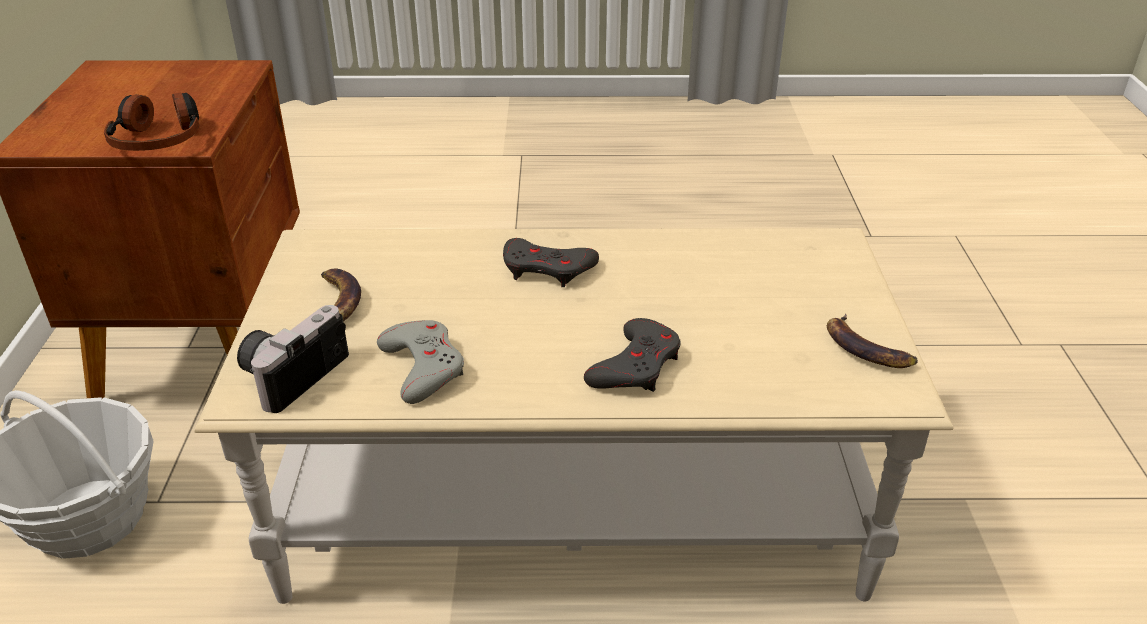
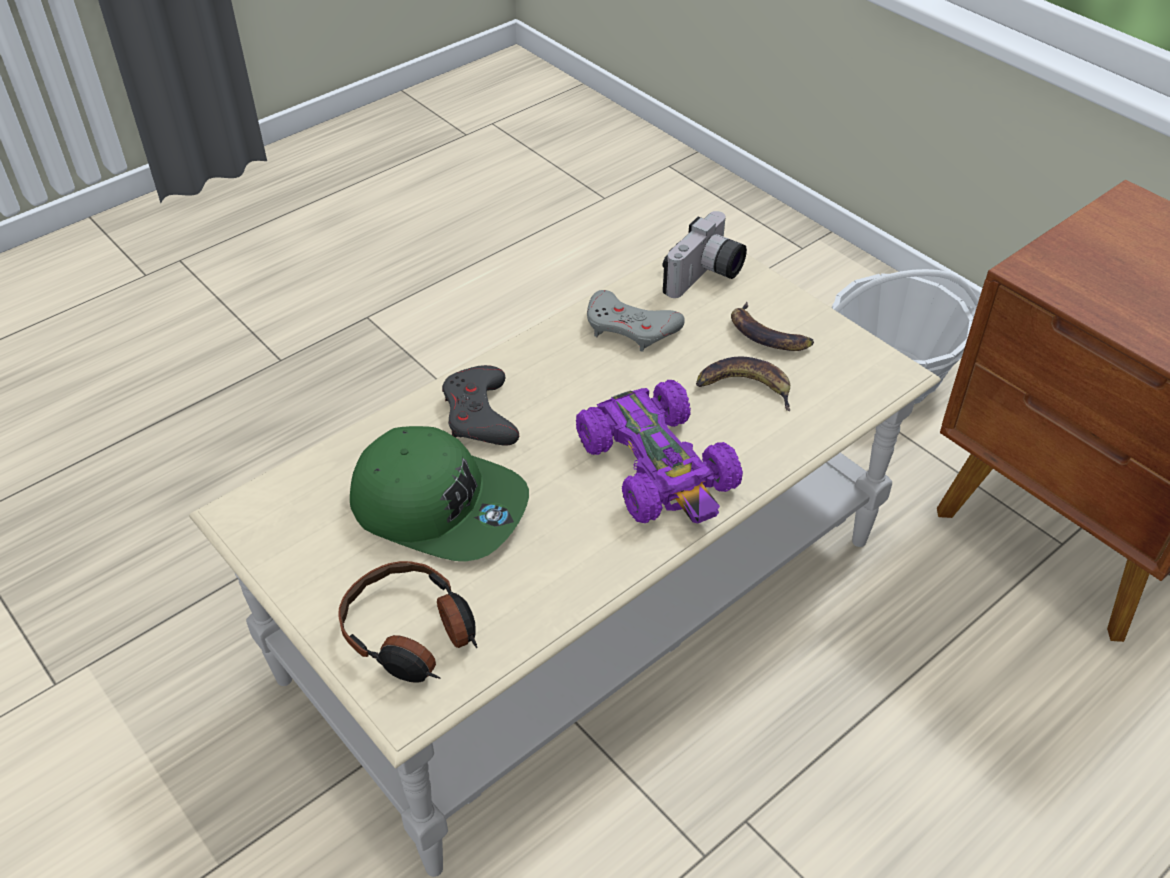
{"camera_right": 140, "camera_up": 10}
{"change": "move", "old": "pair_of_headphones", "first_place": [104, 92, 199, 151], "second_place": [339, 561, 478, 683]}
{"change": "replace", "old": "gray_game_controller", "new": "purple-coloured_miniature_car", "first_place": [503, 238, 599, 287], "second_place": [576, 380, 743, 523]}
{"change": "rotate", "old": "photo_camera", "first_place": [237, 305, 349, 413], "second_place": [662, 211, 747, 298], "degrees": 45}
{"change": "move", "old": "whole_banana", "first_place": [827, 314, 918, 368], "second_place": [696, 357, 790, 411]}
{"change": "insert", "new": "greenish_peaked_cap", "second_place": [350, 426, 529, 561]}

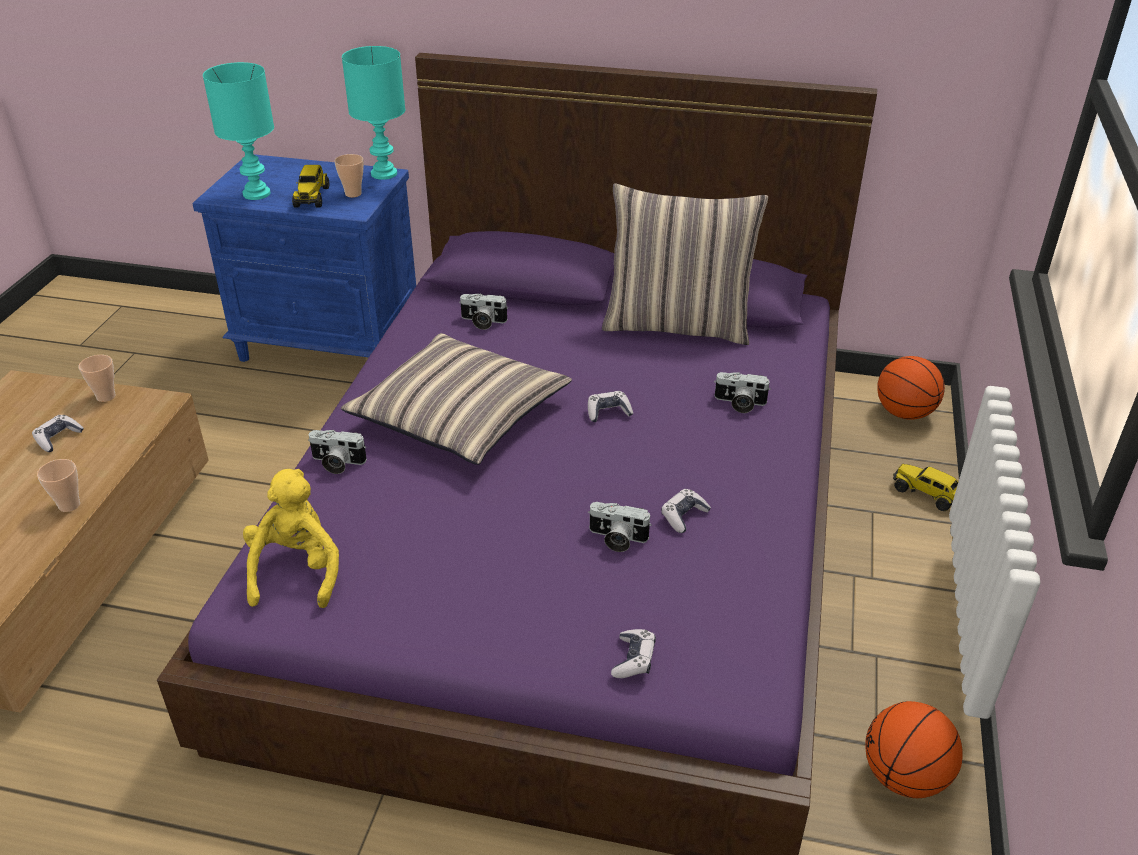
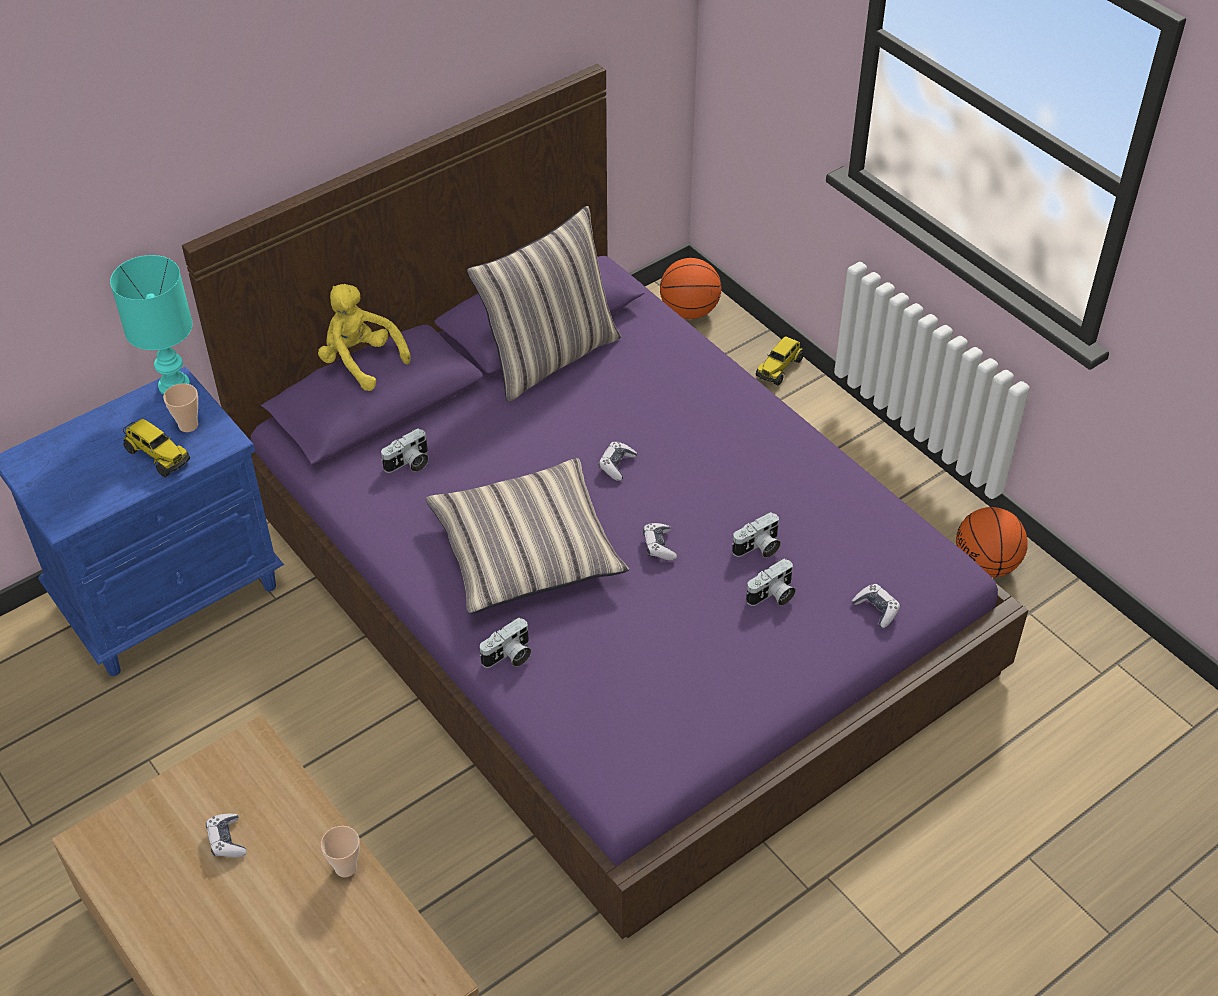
{"camera_right": -50, "camera_up": 10}
{"change": "delete", "old": "turquoise-coloured_table_lamp", "first_place": [203, 62, 274, 200]}
{"change": "delete", "old": "small_cup", "first_place": [79, 355, 115, 402]}
{"change": "move", "old": "photo_camera", "first_place": [714, 372, 771, 413], "second_place": [746, 558, 796, 606]}
{"change": "rotate", "old": "model_truck", "first_place": [893, 464, 958, 511], "second_place": [756, 336, 804, 385], "degrees": -45}
{"change": "move", "old": "yellowish_plush_toy", "first_place": [243, 469, 339, 608], "second_place": [318, 284, 411, 391]}
{"change": "move", "old": "game_controller", "first_place": [661, 489, 711, 533], "second_place": [643, 523, 677, 560]}

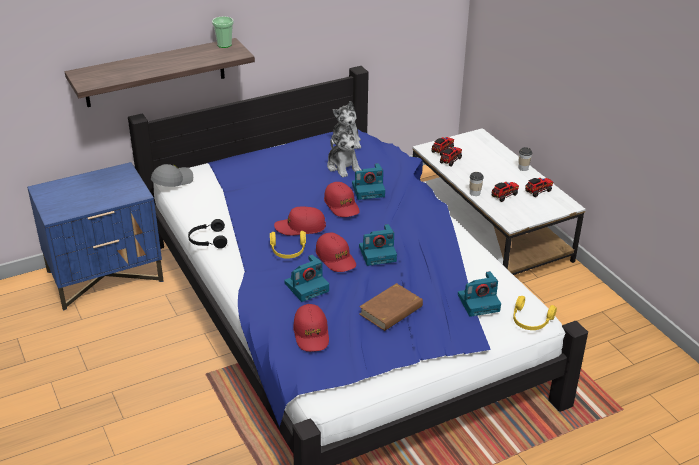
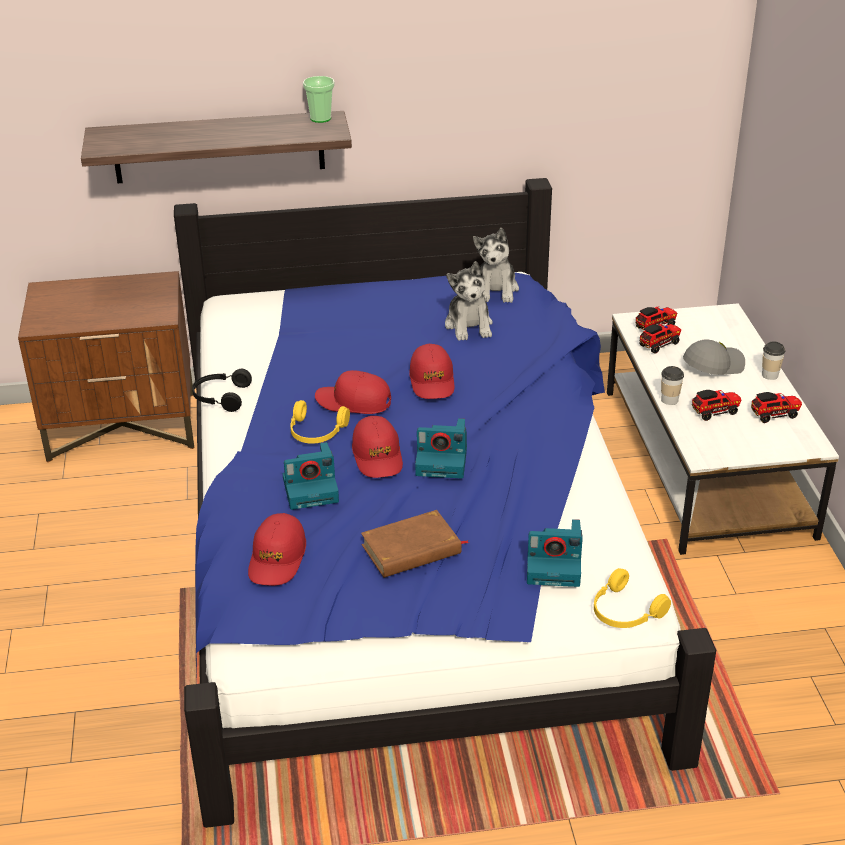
{"camera_right": 20, "camera_up": 0}
{"change": "recolor", "old": "blue_bedside_table", "new": "brownish_bedside_table", "first_place": [27, 162, 164, 311], "second_place": [18, 271, 194, 462]}
{"change": "delete", "old": "photo_camera", "first_place": [352, 163, 385, 200]}
{"change": "move", "old": "gray_peaked_cap", "first_place": [151, 164, 193, 187], "second_place": [683, 339, 745, 375]}

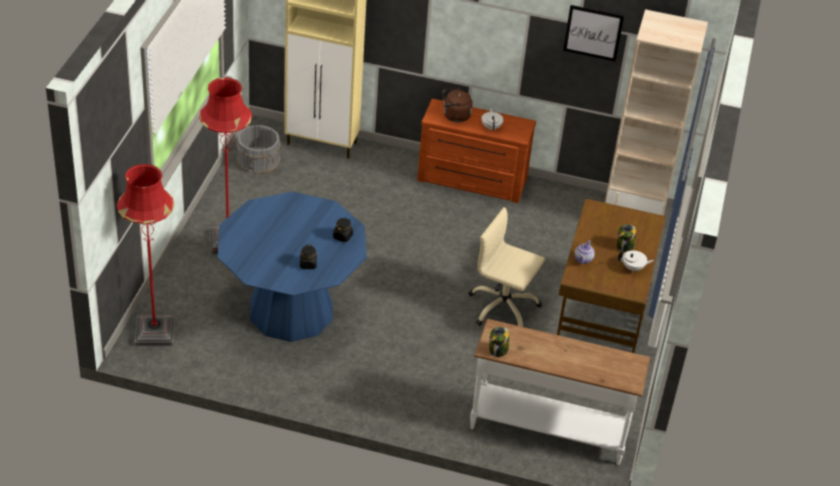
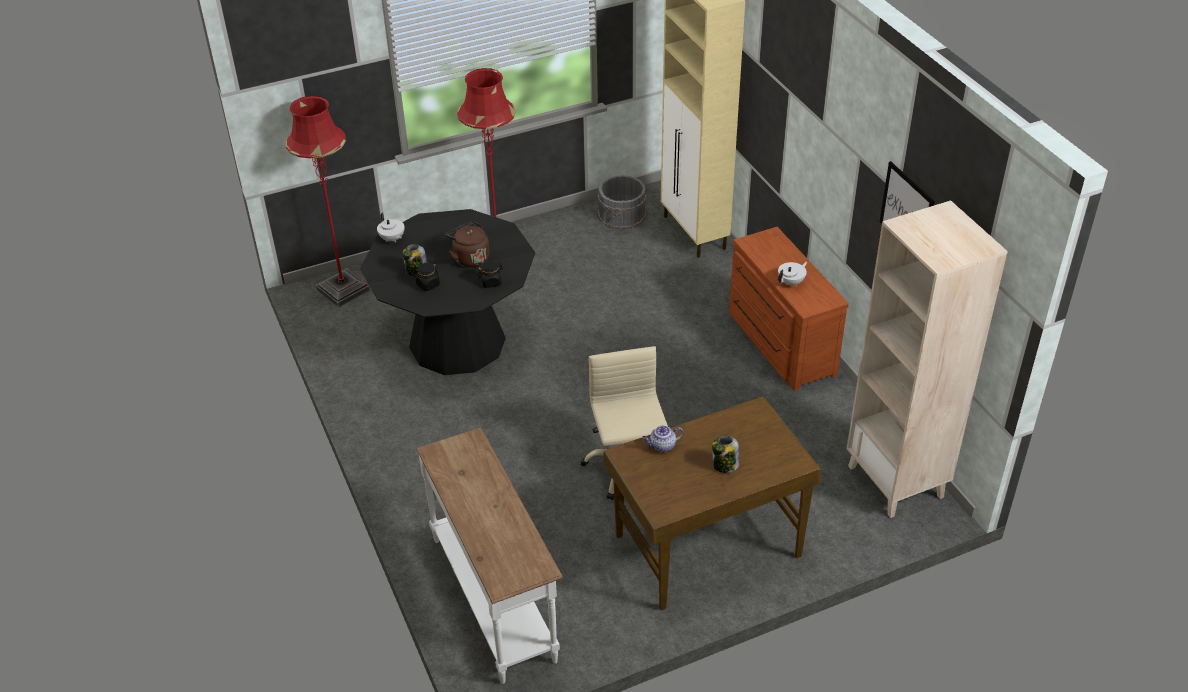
{"camera_right": 55, "camera_up": 0}
{"change": "move", "old": "brownish_tea_kettle", "first_place": [443, 88, 473, 122], "second_place": [445, 221, 490, 267]}
{"change": "recolor", "old": "blue_dinner_table", "new": "blackish_dinner_table", "first_place": [218, 192, 367, 342], "second_place": [360, 209, 535, 375]}
{"change": "move", "old": "white_teapot", "first_place": [618, 250, 654, 272], "second_place": [377, 213, 405, 243]}
{"change": "move", "old": "storage_jar", "first_place": [490, 327, 509, 357], "second_place": [403, 244, 427, 277]}

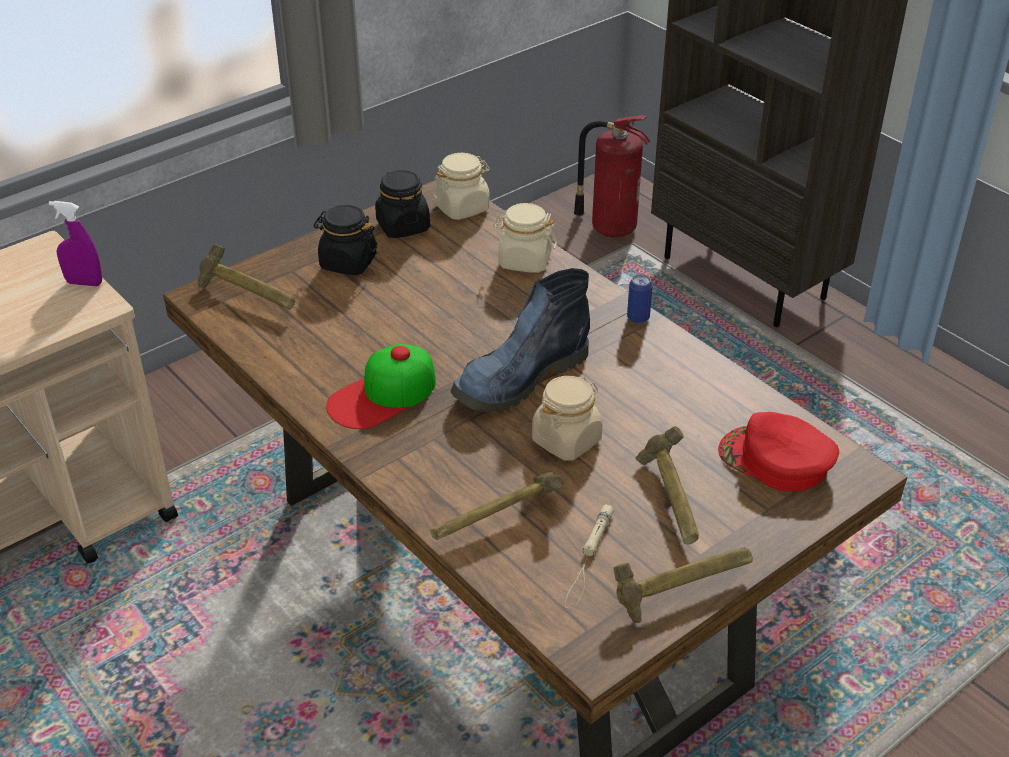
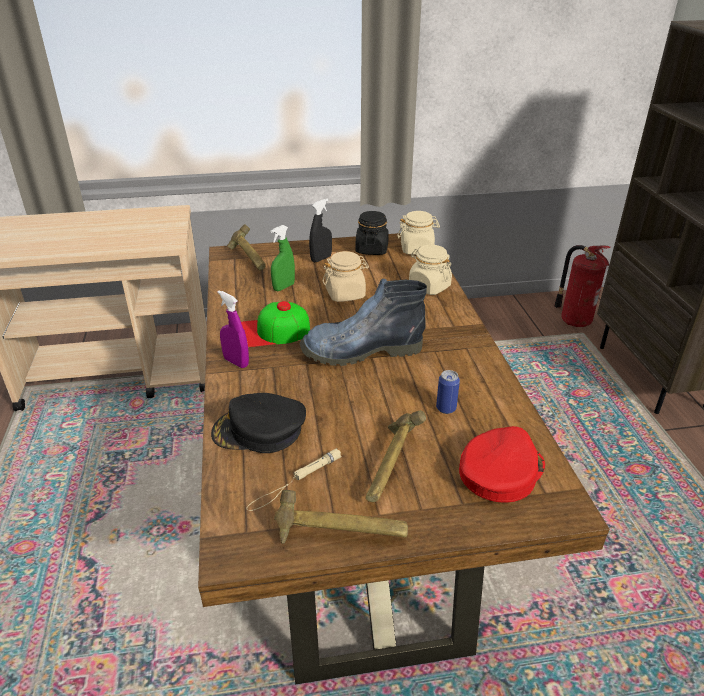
{"camera_right": 30, "camera_up": -5}
{"change": "move", "old": "purple-coloured_sprayer", "first_place": [49, 201, 102, 286], "second_place": [218, 290, 249, 368]}
{"change": "replace", "old": "blackish_storage_jar", "new": "blackish_sprayer", "first_place": [313, 205, 378, 275], "second_place": [309, 199, 332, 262]}
{"change": "move", "old": "can", "first_place": [627, 274, 653, 324], "second_place": [436, 370, 460, 414]}
{"change": "move", "old": "beige-coloured_storage_jar", "first_place": [532, 376, 602, 460], "second_place": [323, 251, 369, 302]}
{"change": "rotate", "old": "reddish_peaked_cap", "first_place": [718, 412, 839, 491], "second_place": [459, 426, 545, 503], "degrees": 75}
{"change": "replace", "old": "tool_hammer", "new": "blackish_peaked_cap", "first_place": [430, 472, 564, 540], "second_place": [211, 393, 306, 453]}
{"change": "insert", "new": "greenish_sprayer", "second_place": [271, 225, 295, 291]}

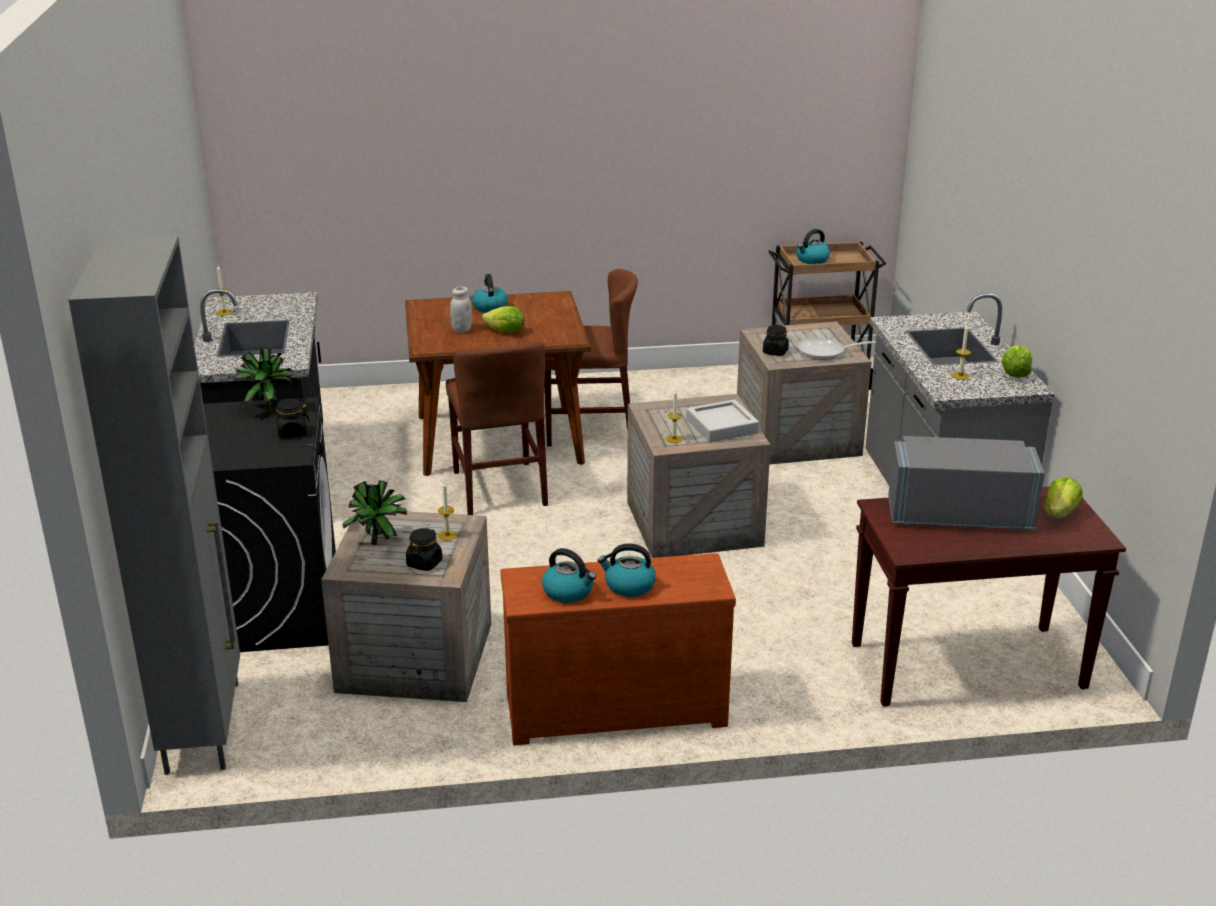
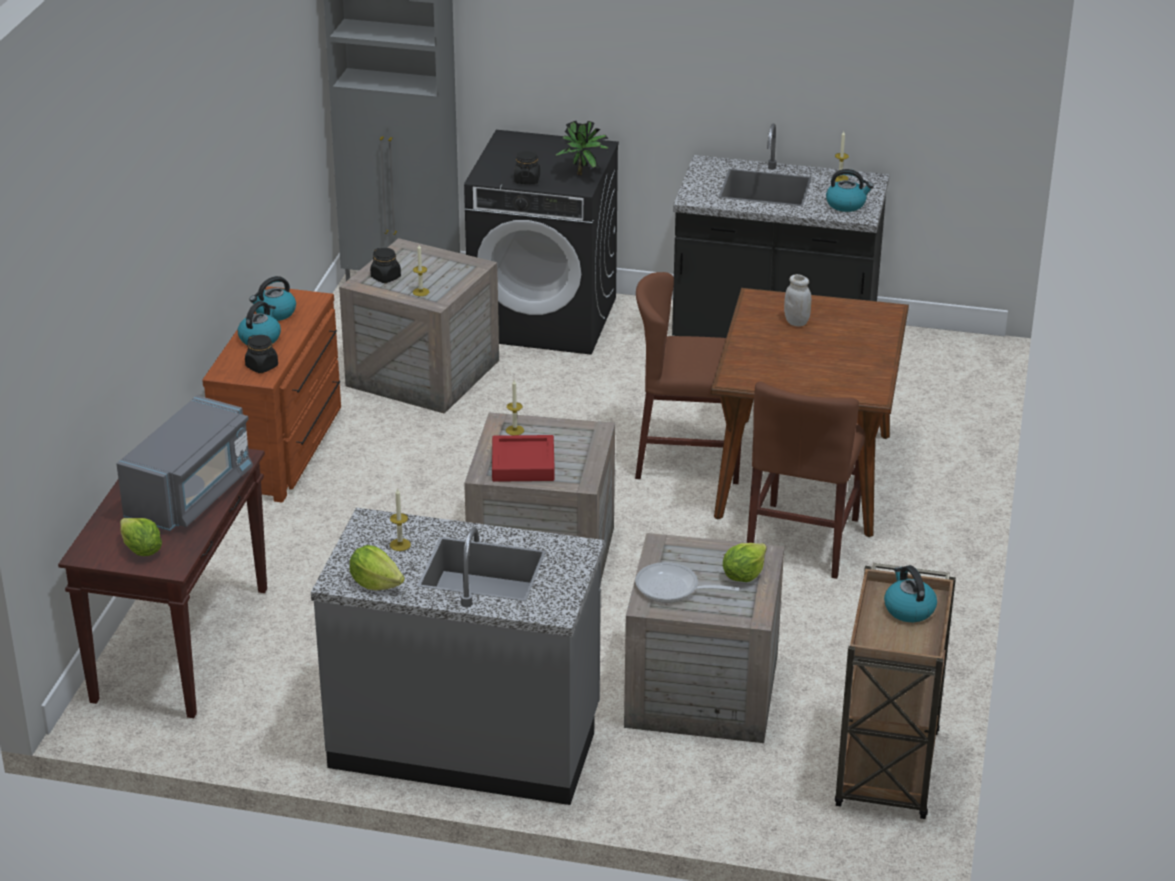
{"camera_right": 110, "camera_up": 5}
{"change": "move", "old": "tea_kettle", "first_place": [472, 274, 508, 313], "second_place": [826, 169, 874, 212]}
{"change": "move", "old": "lettuce", "first_place": [482, 306, 525, 333], "second_place": [723, 543, 767, 582]}
{"change": "move", "old": "blackish_storage_jar", "first_place": [763, 325, 789, 356], "second_place": [245, 335, 278, 373]}
{"change": "rotate", "old": "frying_pan", "first_place": [798, 338, 876, 360], "second_place": [635, 562, 740, 603], "degrees": -90}
{"change": "recolor", "old": "gray_serving_tray", "new": "reddish_serving_tray", "first_place": [686, 399, 759, 442], "second_place": [492, 435, 555, 482]}
{"change": "delete", "old": "potted_plant", "first_place": [343, 480, 407, 545]}

